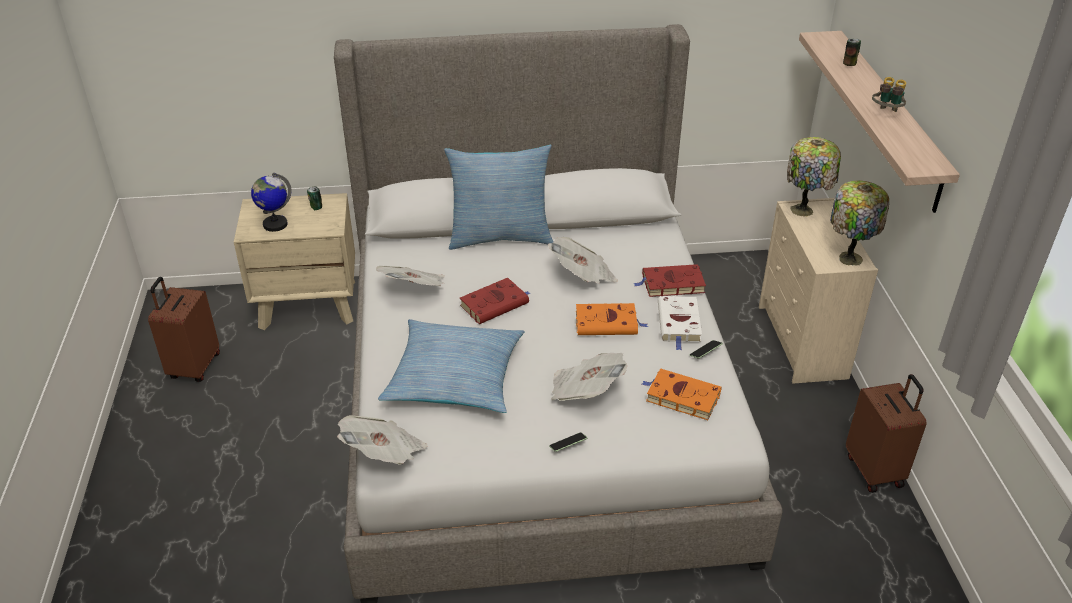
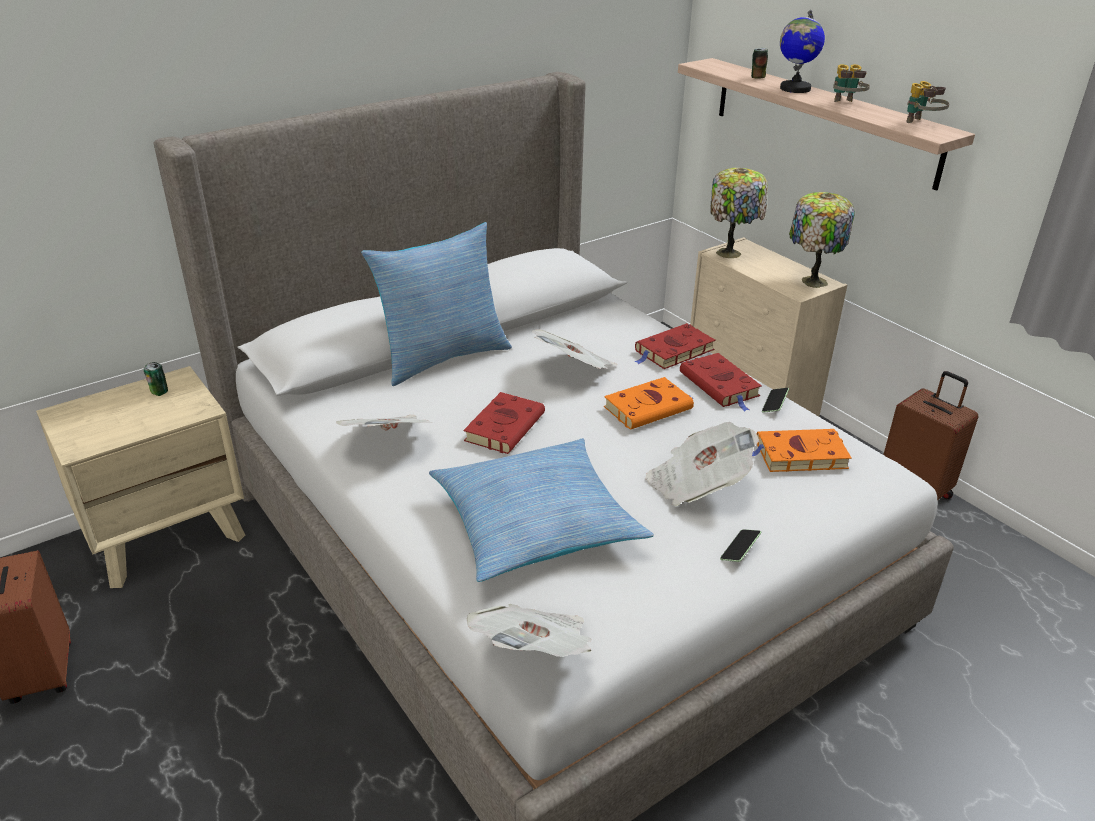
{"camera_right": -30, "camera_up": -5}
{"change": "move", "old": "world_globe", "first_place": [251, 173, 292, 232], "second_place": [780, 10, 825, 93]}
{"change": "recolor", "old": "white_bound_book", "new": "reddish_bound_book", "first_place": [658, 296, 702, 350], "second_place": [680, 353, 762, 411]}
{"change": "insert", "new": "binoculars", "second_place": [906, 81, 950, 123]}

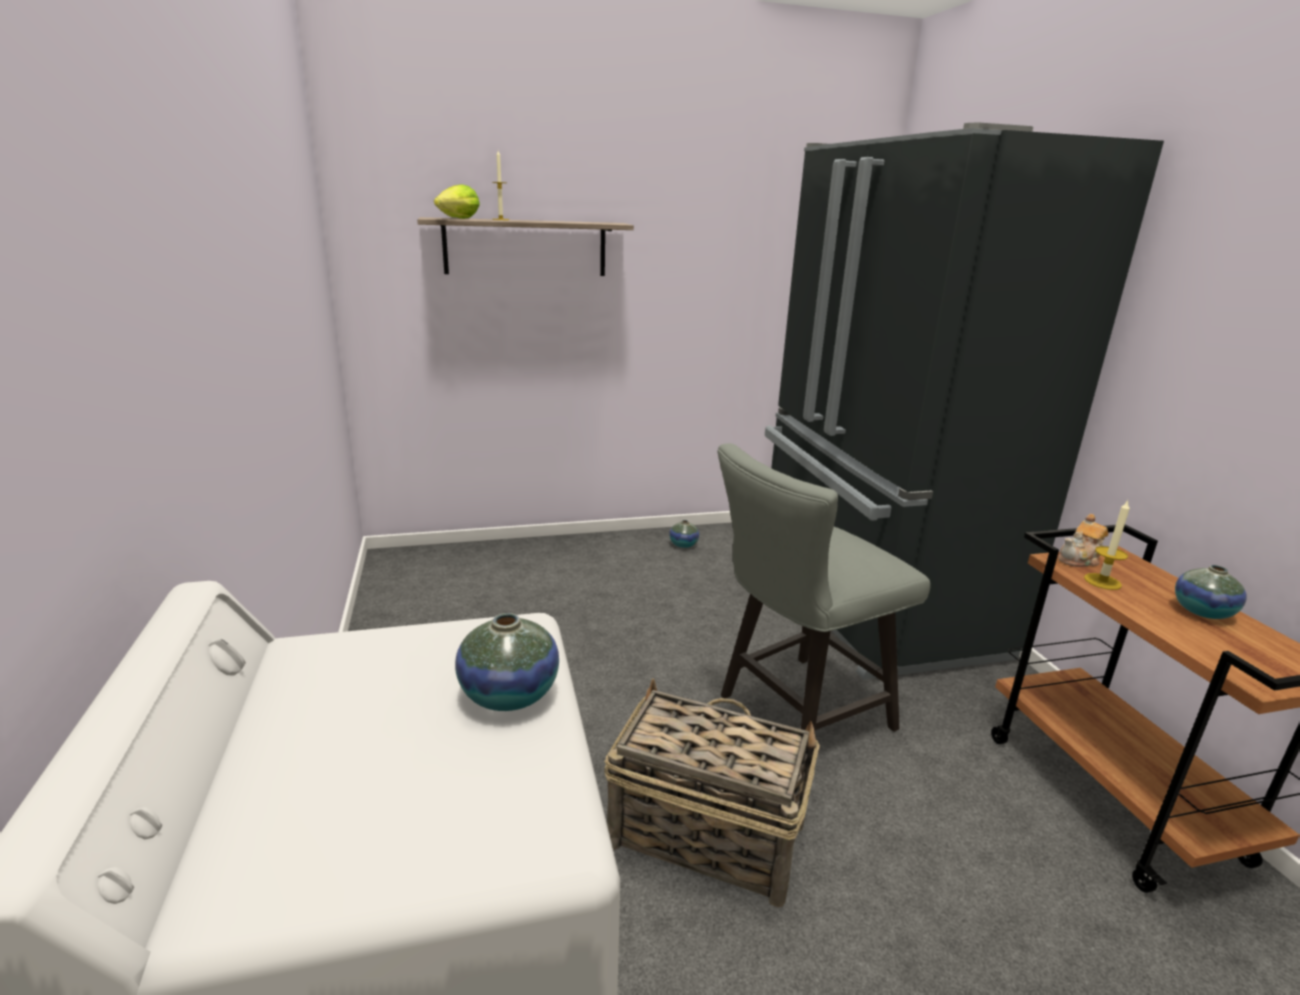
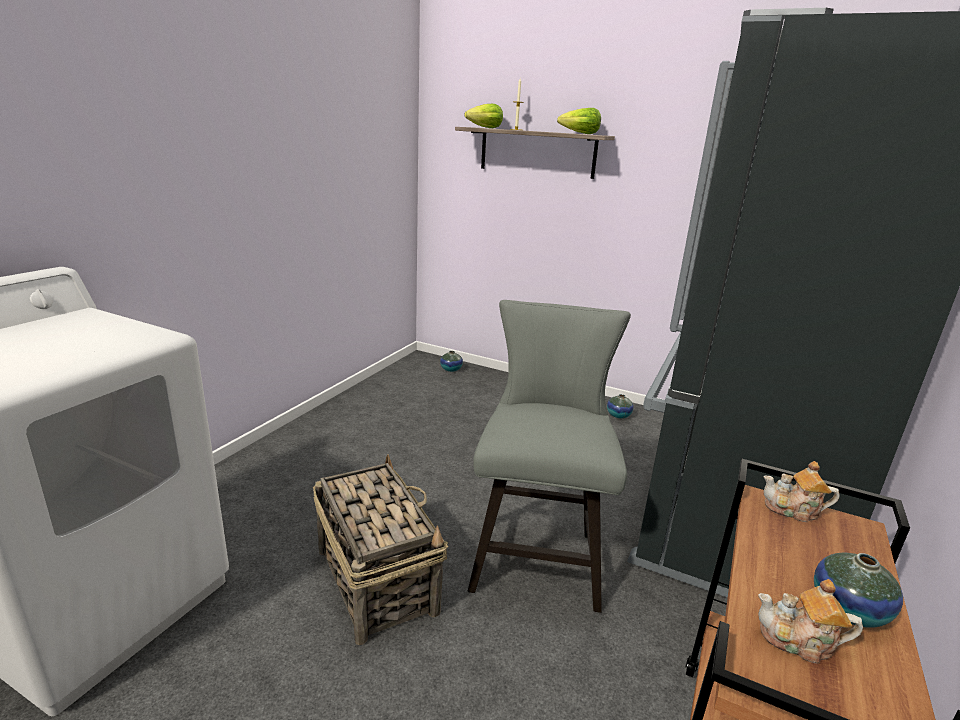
{"camera_right": 40, "camera_up": 0}
{"change": "rotate", "old": "gray_chair", "first_place": [717, 443, 931, 732], "second_place": [468, 300, 631, 613], "degrees": 90}
{"change": "delete", "old": "wax_light", "first_place": [1084, 501, 1130, 590]}
{"change": "move", "old": "vase", "first_place": [455, 613, 559, 711], "second_place": [440, 351, 463, 372]}
{"change": "insert", "new": "lettuce", "second_place": [557, 108, 601, 134]}
{"change": "insert", "new": "teapot", "second_place": [758, 579, 863, 664]}

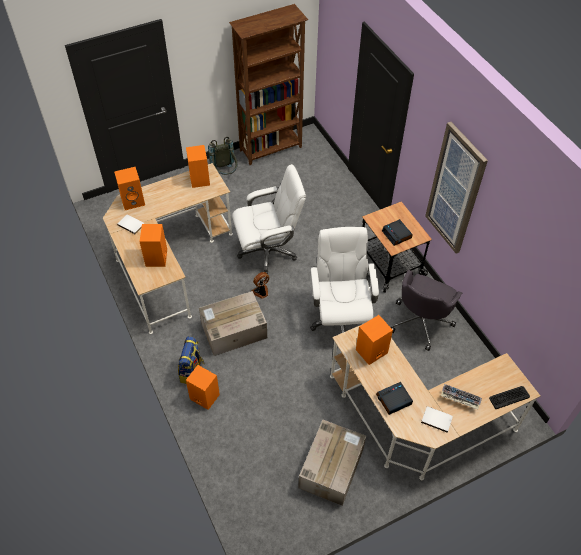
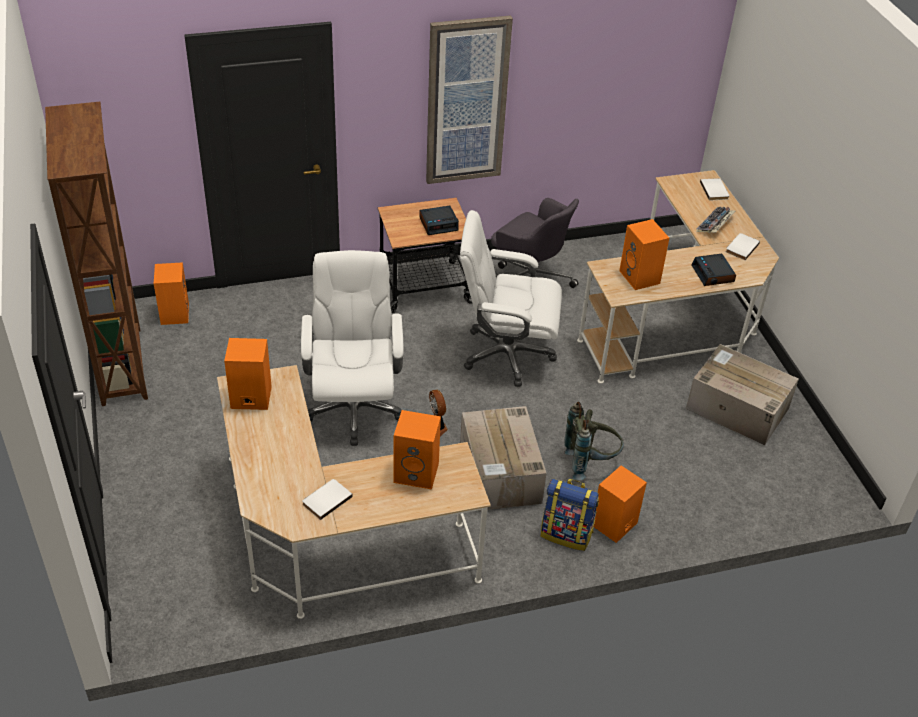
{"camera_right": -80, "camera_up": -10}
{"change": "move", "old": "gray_rucksack", "first_place": [208, 137, 238, 175], "second_place": [564, 402, 624, 480]}
{"change": "move", "old": "orangey_audio_speaker", "first_place": [114, 167, 145, 210], "second_place": [154, 262, 189, 325]}
{"change": "replace", "old": "PC_keyboard", "new": "white_bound_book", "first_place": [489, 386, 530, 409], "second_place": [700, 178, 729, 201]}

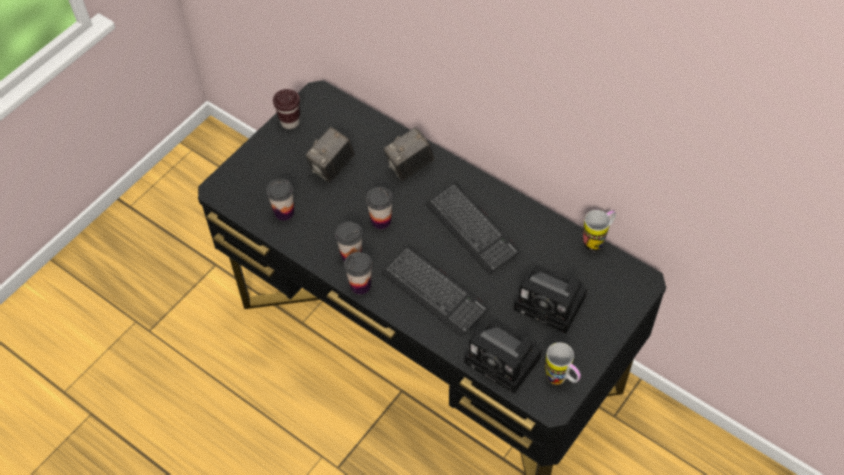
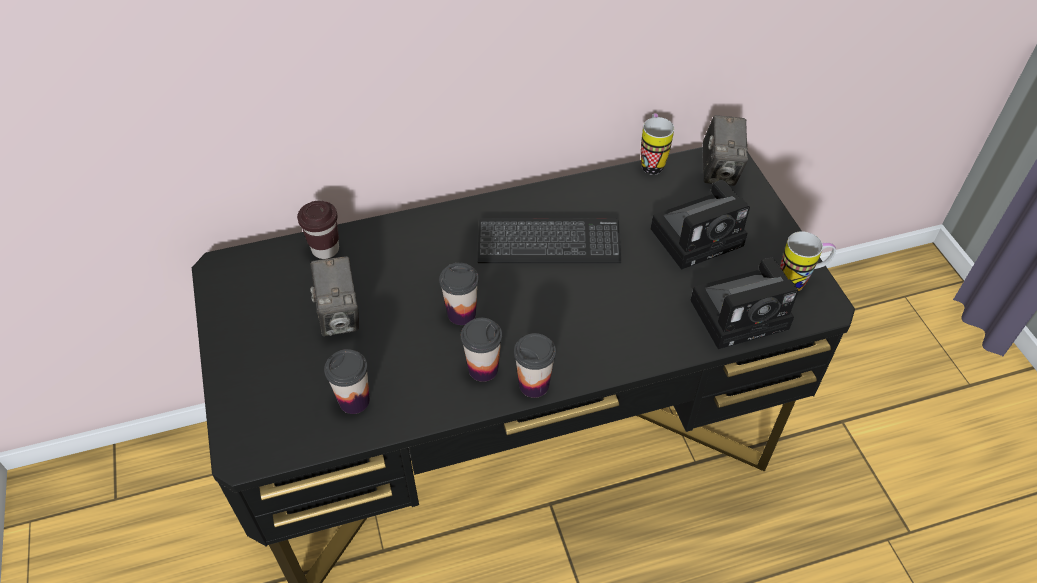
{"camera_right": -55, "camera_up": -5}
{"change": "move", "old": "brownish_small_cup", "first_place": [273, 89, 300, 129], "second_place": [297, 201, 339, 259]}
{"change": "move", "old": "photo_camera", "first_place": [384, 127, 434, 181], "second_place": [702, 115, 748, 186]}
{"change": "delete", "old": "PC_keyboard", "first_place": [381, 246, 489, 338]}

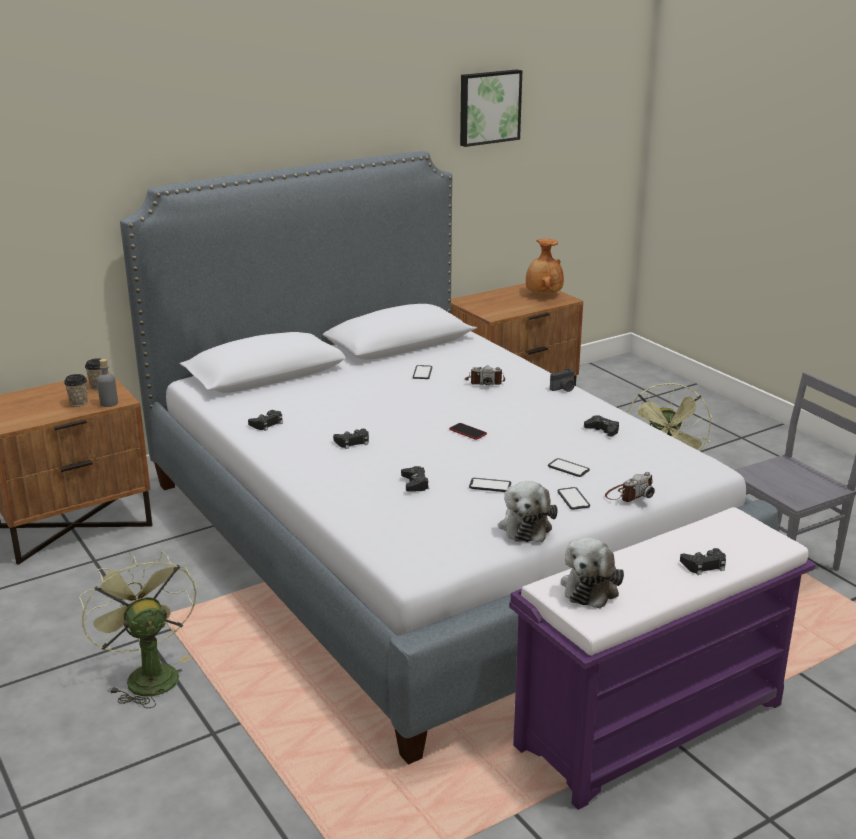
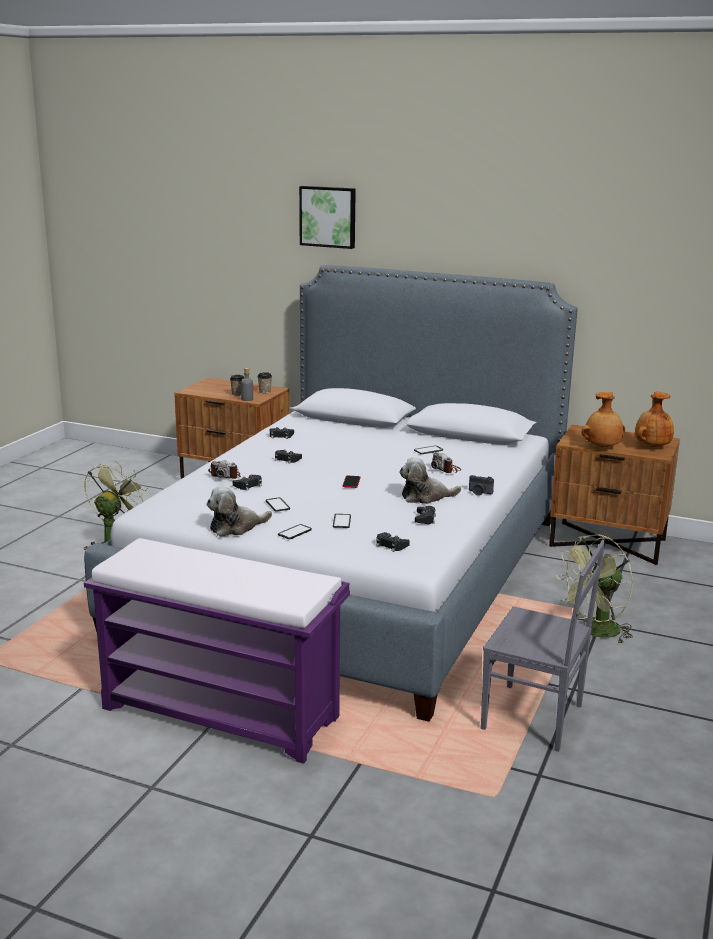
{"camera_right": 55, "camera_up": -5}
{"change": "move", "old": "wall_art", "first_place": [460, 69, 522, 147], "second_place": [299, 186, 356, 249]}
{"change": "move", "old": "photo_camera", "first_place": [605, 472, 655, 502], "second_place": [208, 461, 241, 479]}
{"change": "move", "old": "plush_toy", "first_place": [561, 537, 624, 609], "second_place": [399, 457, 461, 504]}
{"change": "move", "old": "blackish_game_controller", "first_place": [680, 548, 726, 575], "second_place": [376, 532, 410, 552]}
{"change": "insert", "new": "brownish_vase", "second_place": [581, 392, 625, 448]}

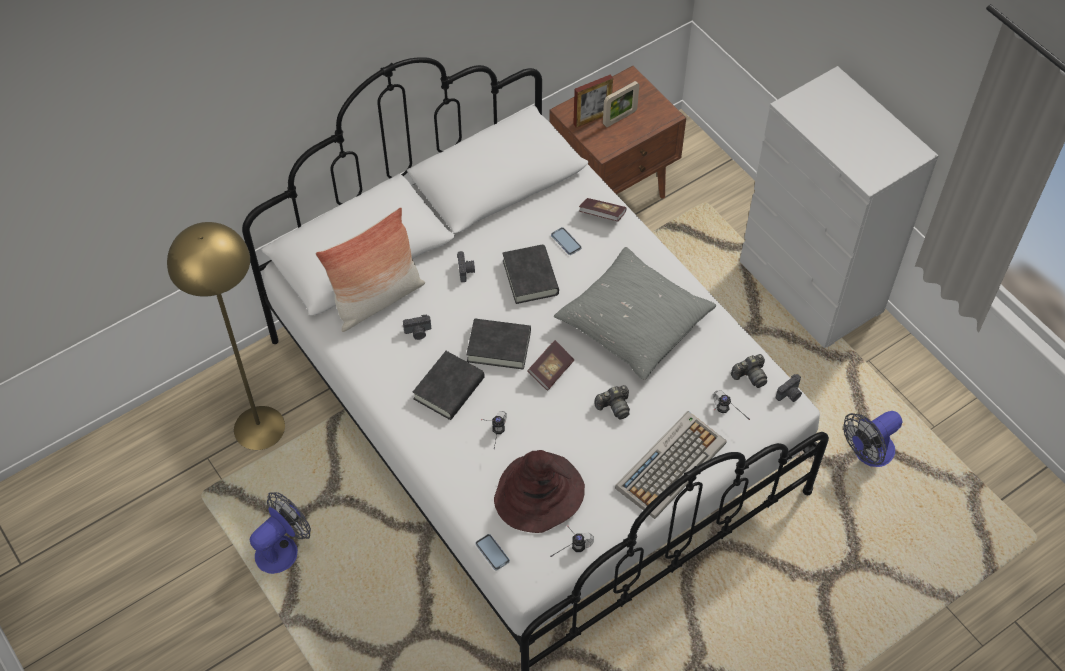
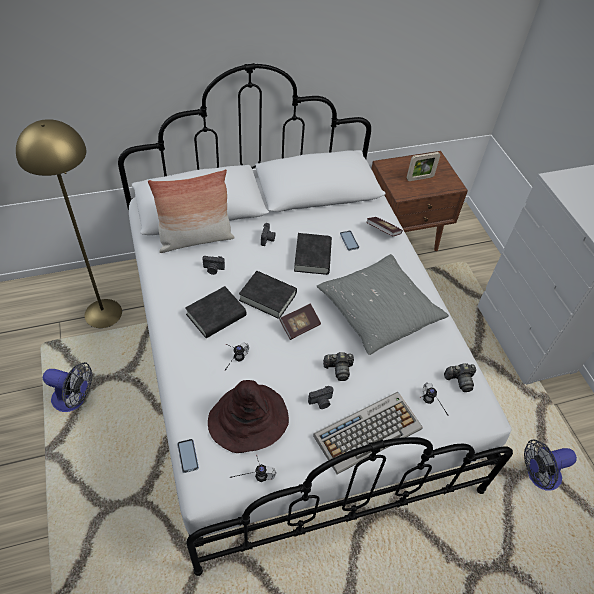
{"camera_right": 15, "camera_up": -5}
{"change": "delete", "old": "picture_frame", "first_place": [573, 75, 613, 128]}
{"change": "move", "old": "photo_camera", "first_place": [776, 374, 802, 402], "second_place": [308, 386, 334, 409]}
{"change": "rotate", "old": "fan", "first_place": [250, 492, 311, 574], "second_place": [43, 362, 92, 412], "degrees": 45}

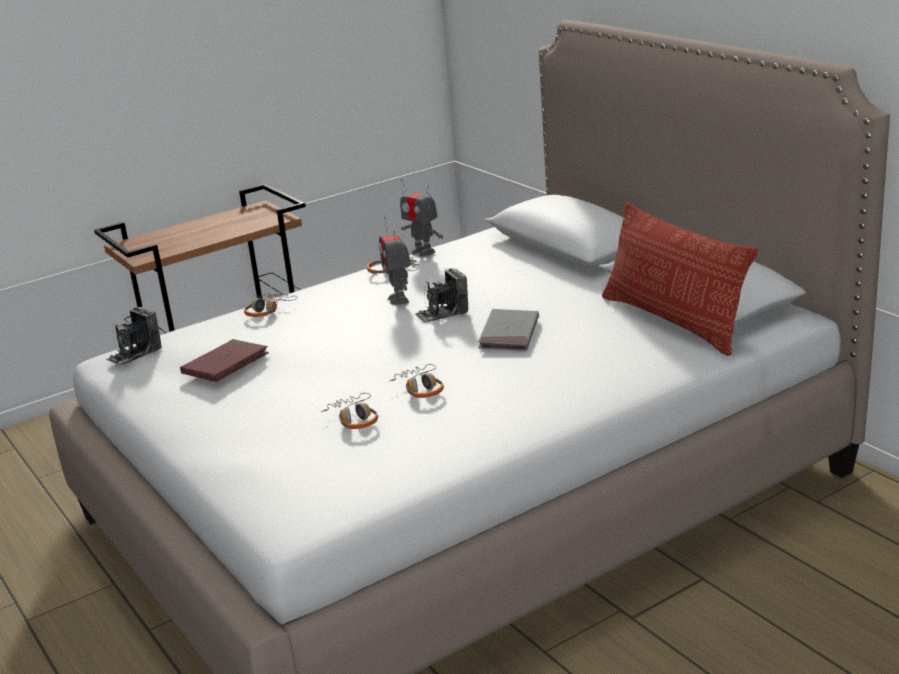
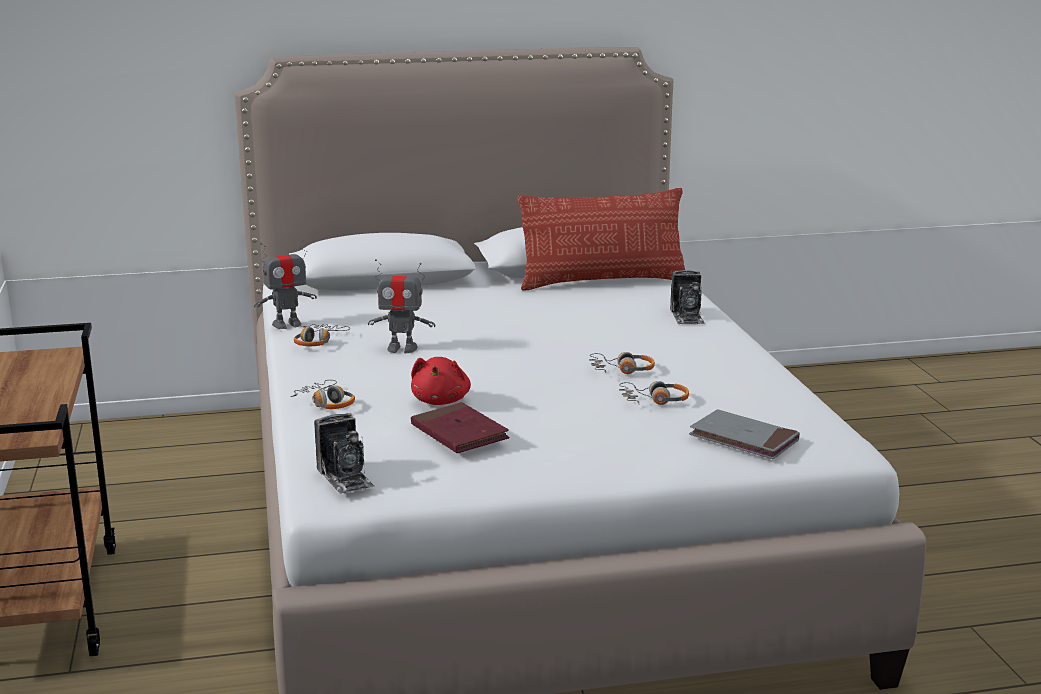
{"camera_right": -70, "camera_up": -5}
{"change": "move", "old": "photo_camera", "first_place": [415, 268, 468, 323], "second_place": [670, 270, 705, 324]}
{"change": "move", "old": "gray_bound_book", "first_place": [478, 309, 539, 351], "second_place": [689, 409, 800, 459]}
{"change": "insert", "new": "reddish_plush_toy", "second_place": [411, 357, 471, 405]}

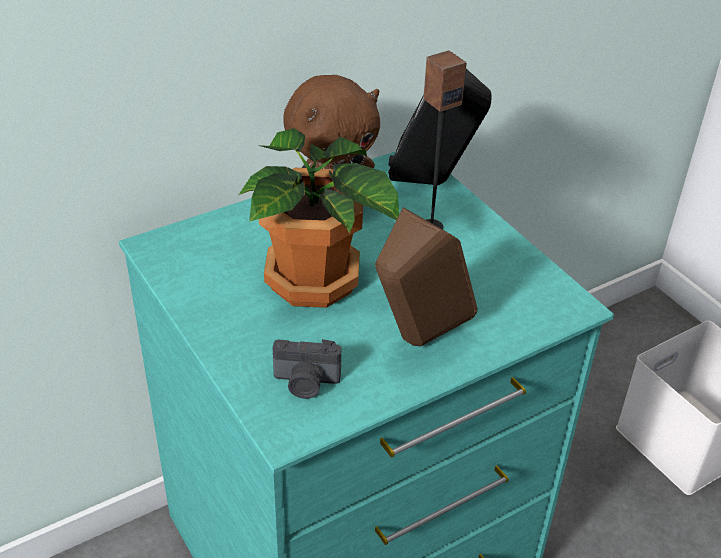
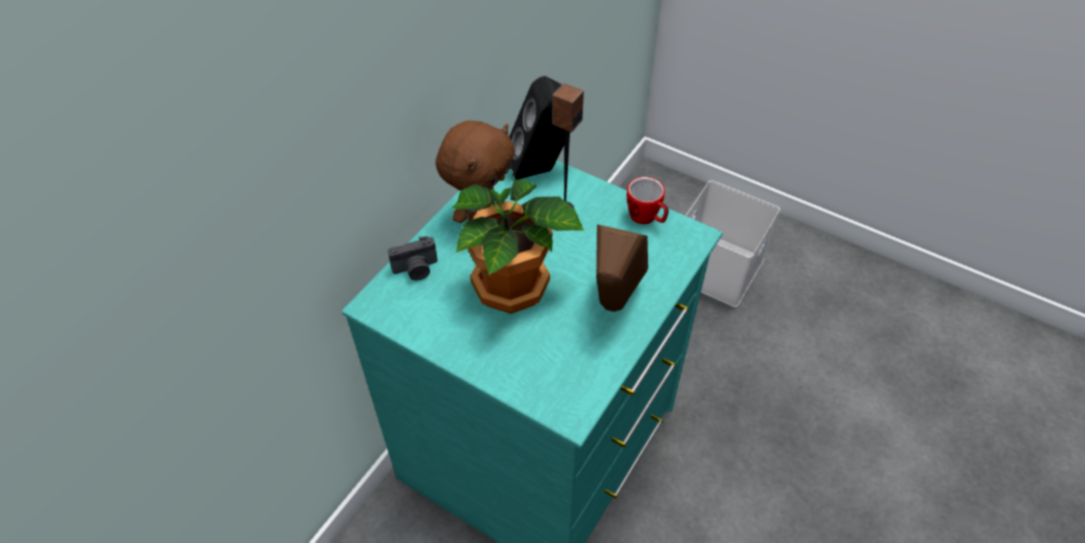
{"camera_right": -25, "camera_up": 10}
{"change": "move", "old": "photo_camera", "first_place": [273, 339, 341, 399], "second_place": [388, 236, 438, 281]}
{"change": "insert", "new": "tea_mug", "second_place": [627, 177, 669, 224]}

